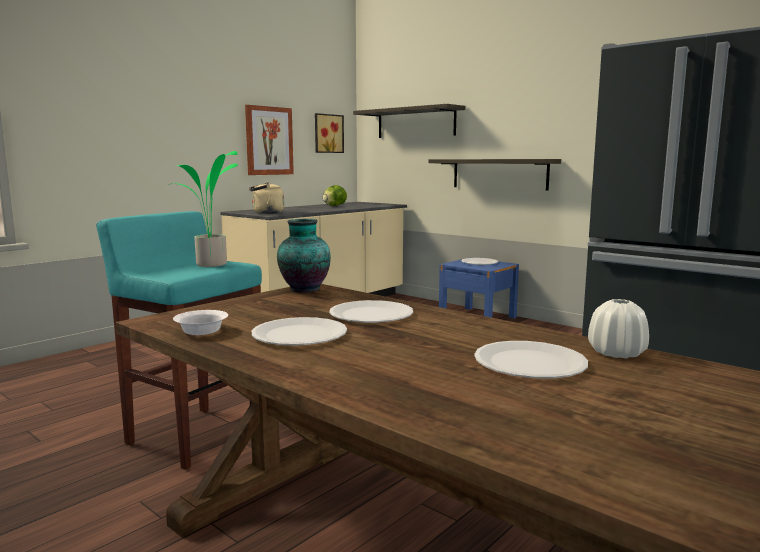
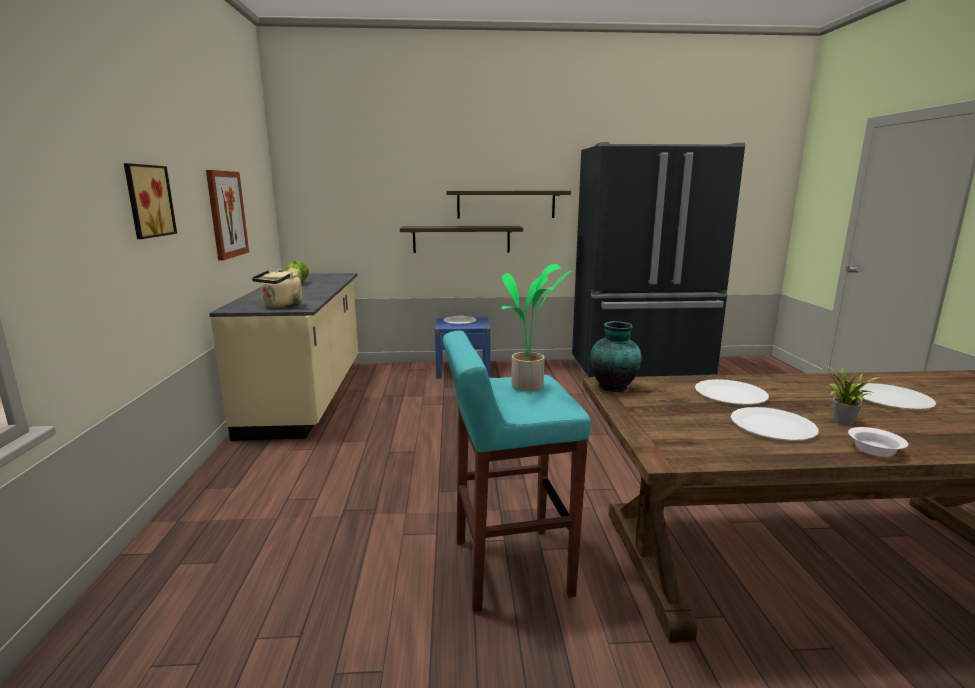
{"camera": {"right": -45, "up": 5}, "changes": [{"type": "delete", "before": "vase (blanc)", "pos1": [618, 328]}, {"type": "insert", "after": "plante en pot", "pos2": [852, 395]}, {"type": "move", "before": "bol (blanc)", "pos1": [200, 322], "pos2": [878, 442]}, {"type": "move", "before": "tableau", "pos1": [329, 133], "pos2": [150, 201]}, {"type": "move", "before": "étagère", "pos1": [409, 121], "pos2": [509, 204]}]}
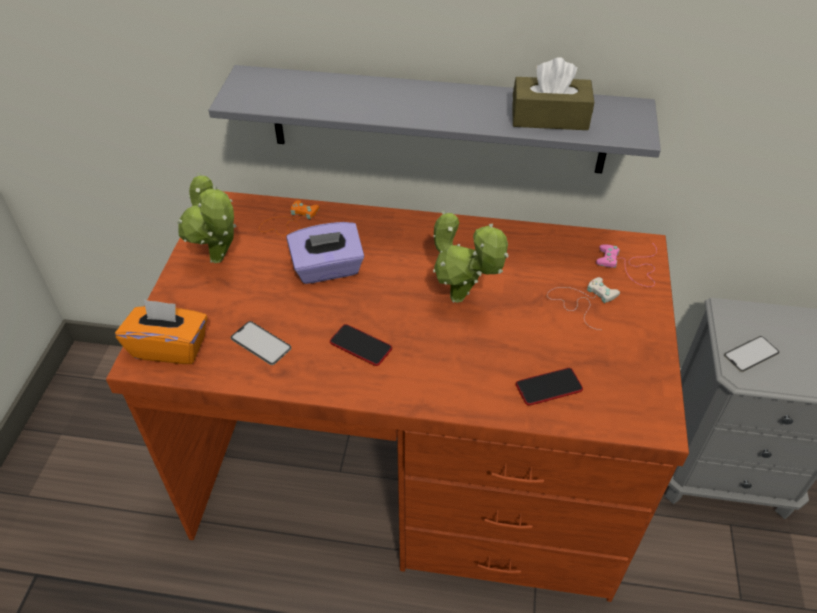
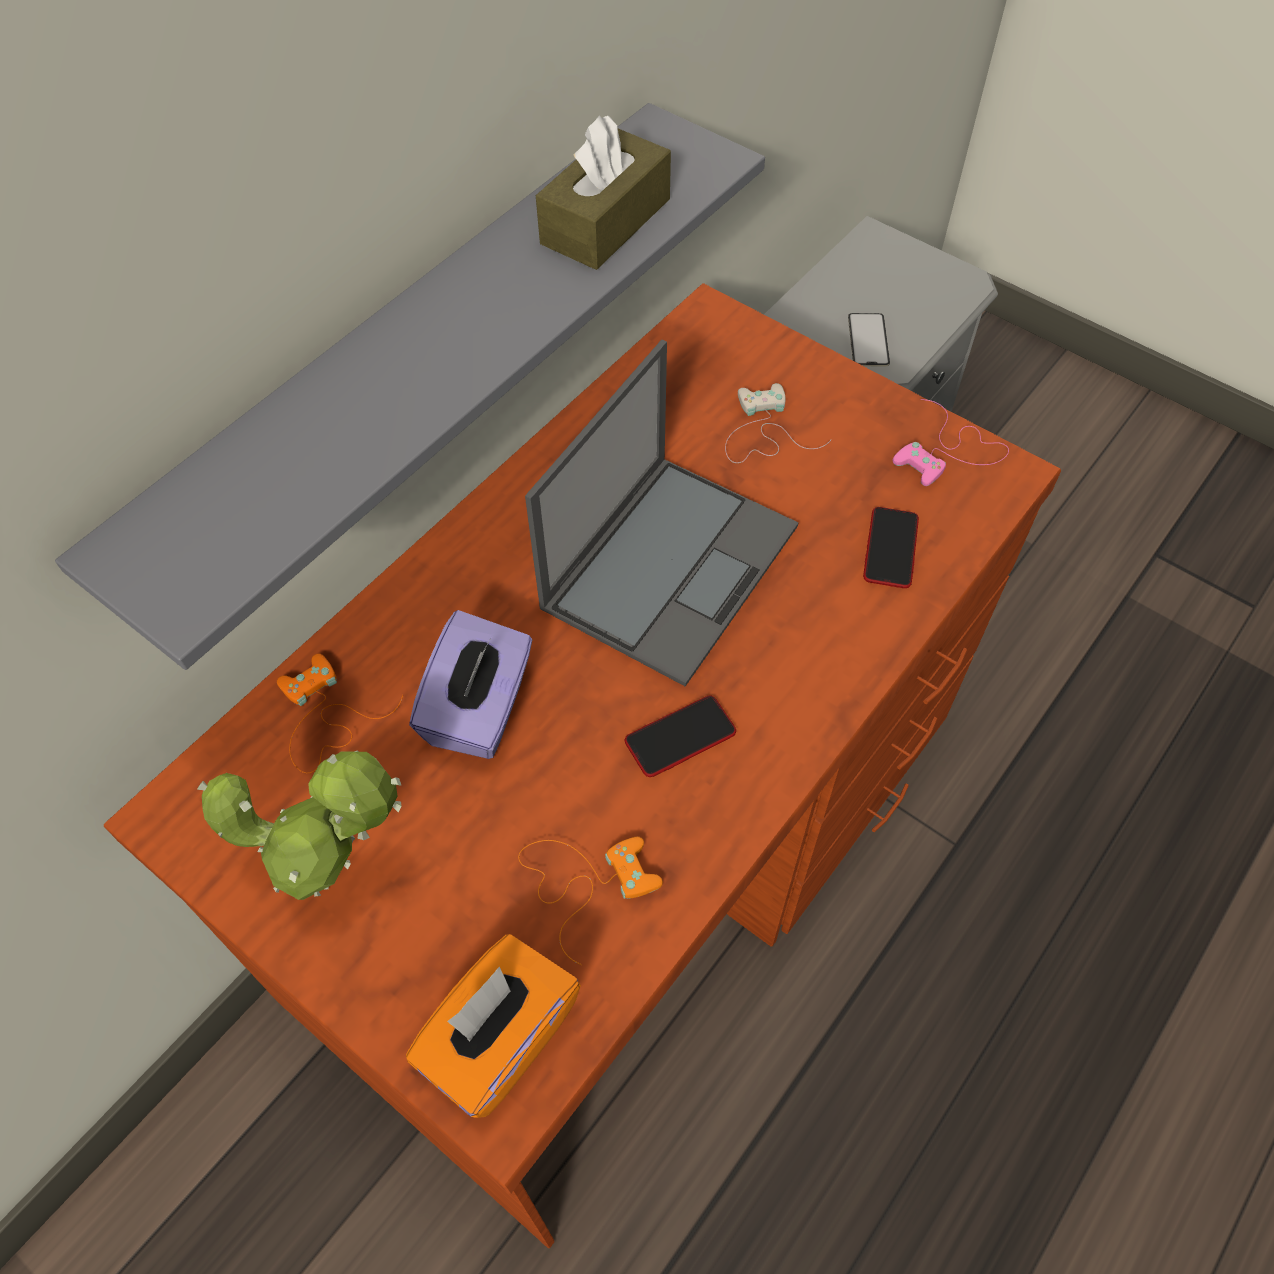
{"camera": {"right": -60, "up": 10}, "changes": [{"type": "move", "before": "manette (rose)", "pos1": [626, 265], "pos2": [951, 442]}, {"type": "replace", "before": "téléphone", "after": "manette (orange)", "pos1": [261, 343], "pos2": [590, 901]}, {"type": "replace", "before": "plante en pot", "after": "ordinateur portable", "pos1": [471, 256], "pos2": [662, 513]}]}
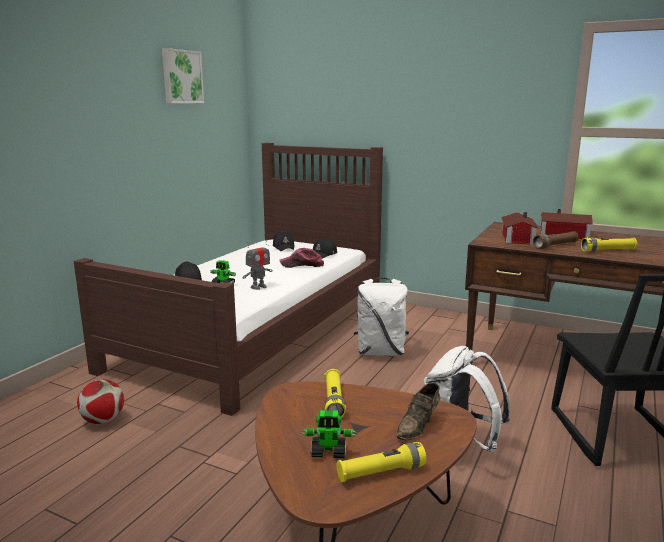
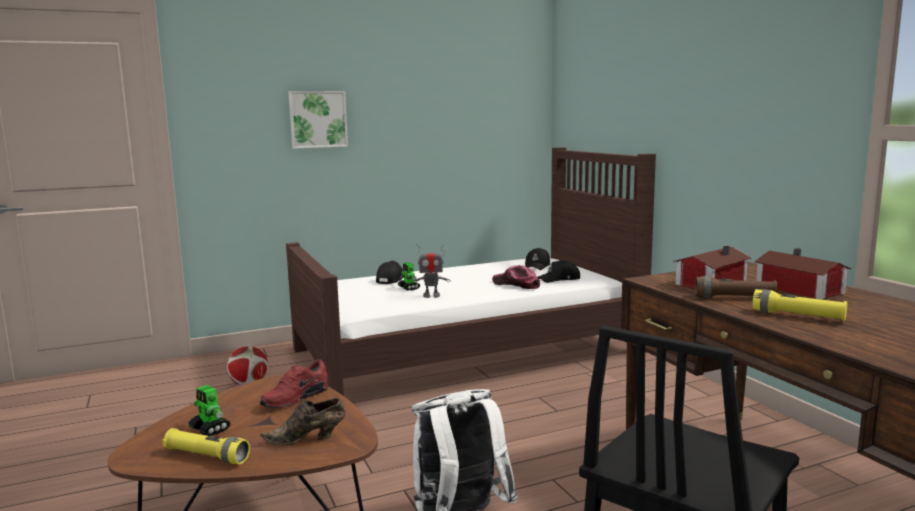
{"camera": {"right": 40, "up": -5}, "changes": [{"type": "delete", "before": "sac à dos (blanc)", "pos1": [381, 316]}, {"type": "move", "before": "tableau", "pos1": [183, 75], "pos2": [318, 120]}, {"type": "replace", "before": "lampe de poche (jaune)", "after": "chaussure (rouge)", "pos1": [335, 393], "pos2": [294, 383]}]}
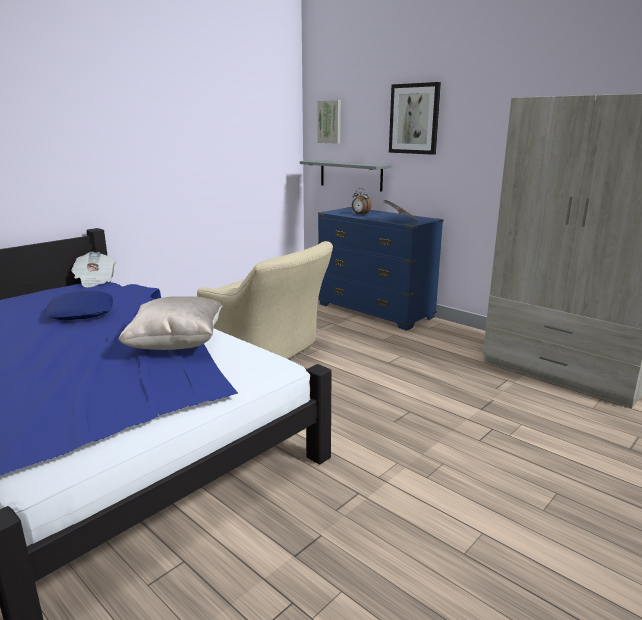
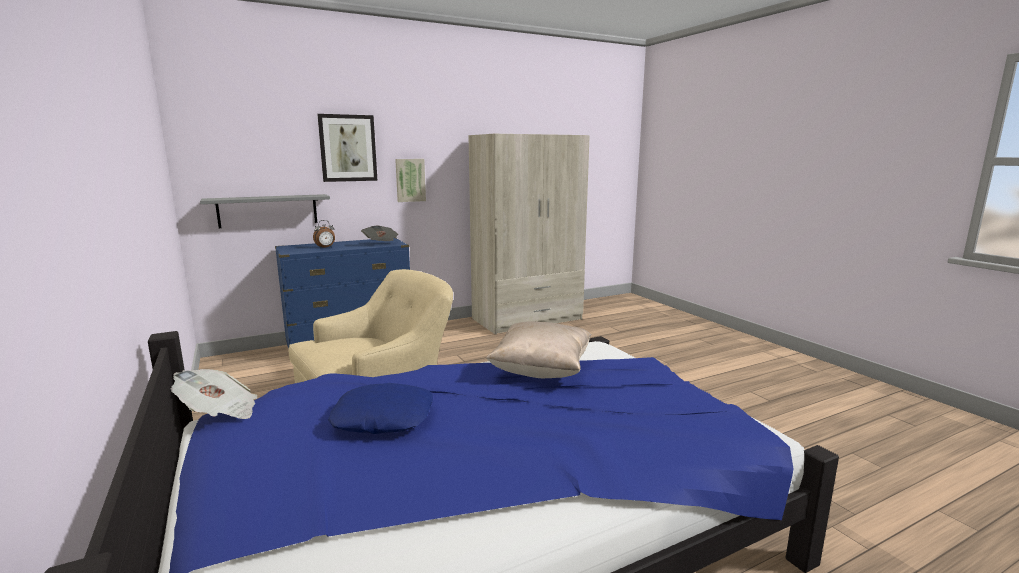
{"camera": {"right": -70, "up": -5}, "changes": [{"type": "move", "before": "tableau", "pos1": [329, 122], "pos2": [410, 180]}]}
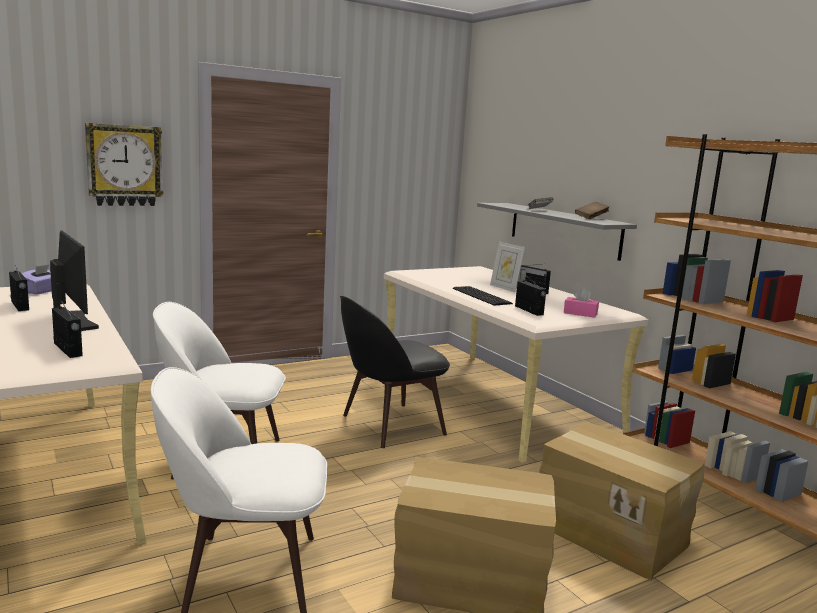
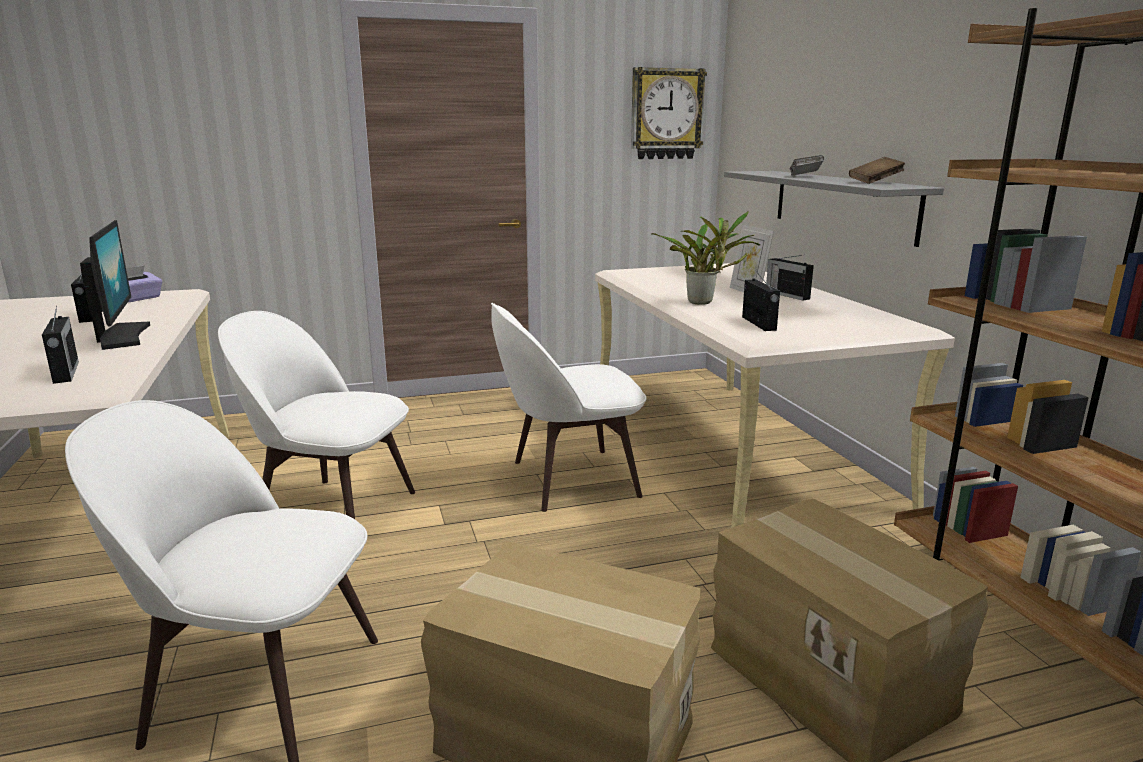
{"camera": {"right": 15, "up": 5}, "changes": [{"type": "delete", "before": "boîte à mouchoirs (rose)", "pos1": [581, 303]}, {"type": "move", "before": "horloge murale", "pos1": [124, 164], "pos2": [669, 113]}, {"type": "replace", "before": "clavier", "after": "plante en pot", "pos1": [483, 296], "pos2": [705, 258]}, {"type": "recolor", "before": "chaise (noir)", "after": "chaise (blanc)", "pos1": [395, 372], "pos2": [569, 407]}]}
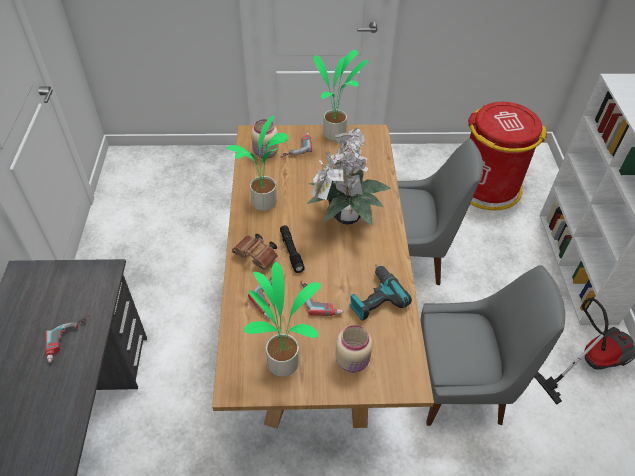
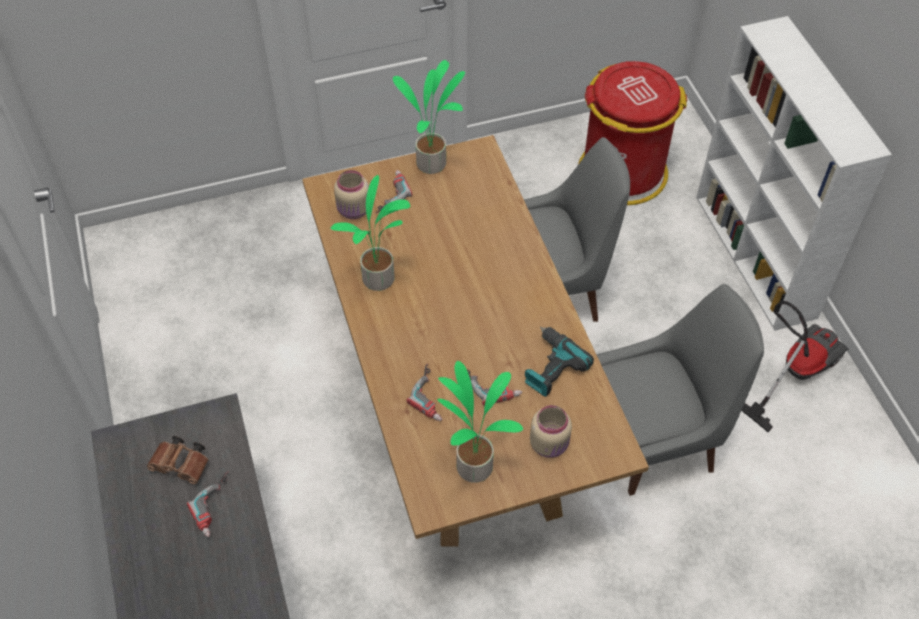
{"camera": {"right": -15, "up": 5}, "changes": [{"type": "delete", "before": "lampe de poche (noir)", "pos1": [292, 249]}, {"type": "delete", "before": "plante en pot", "pos1": [349, 176]}, {"type": "move", "before": "jumelles (marron)", "pos1": [255, 252], "pos2": [178, 460]}]}
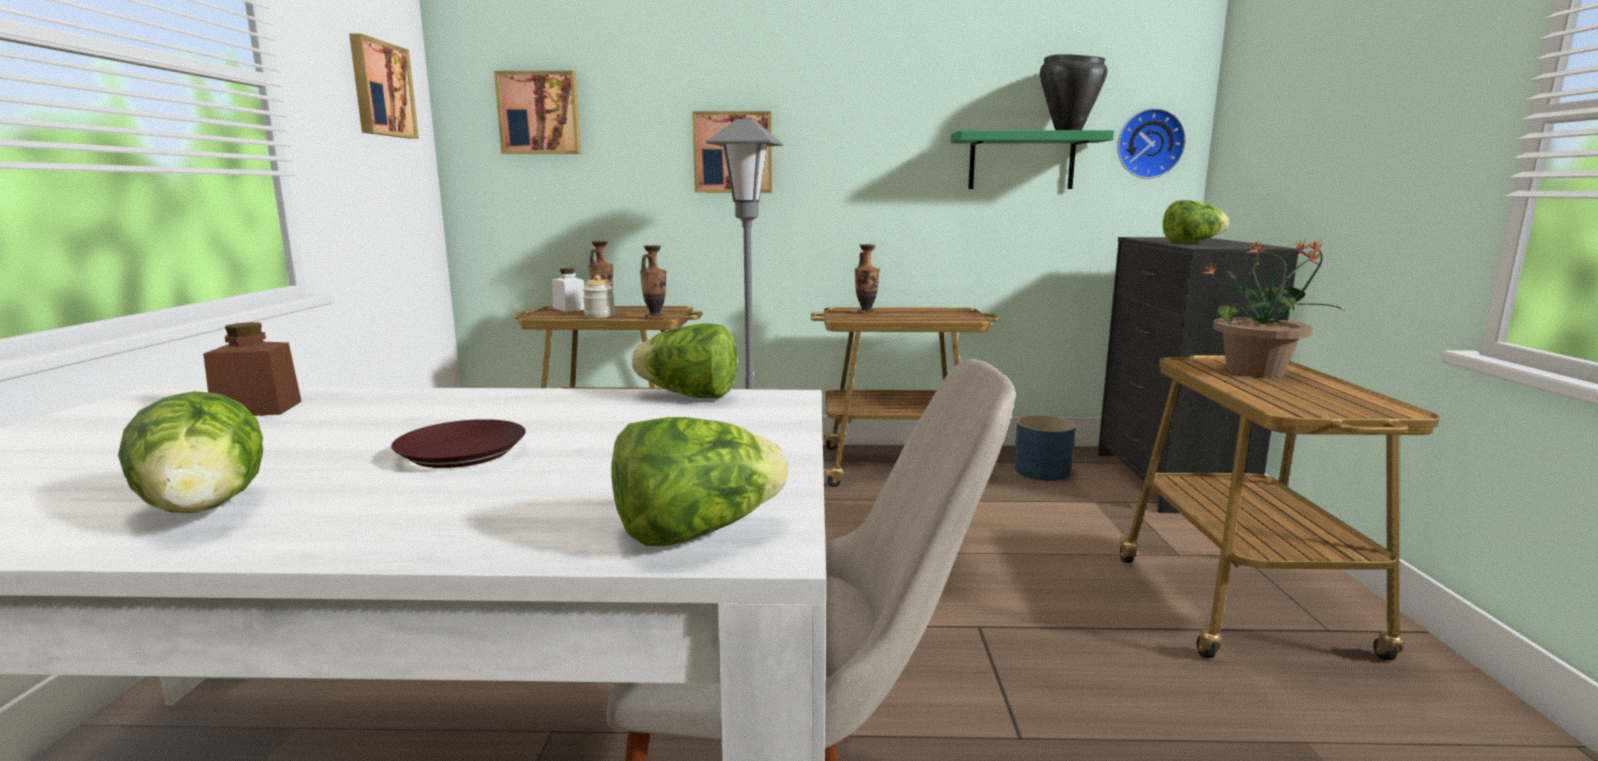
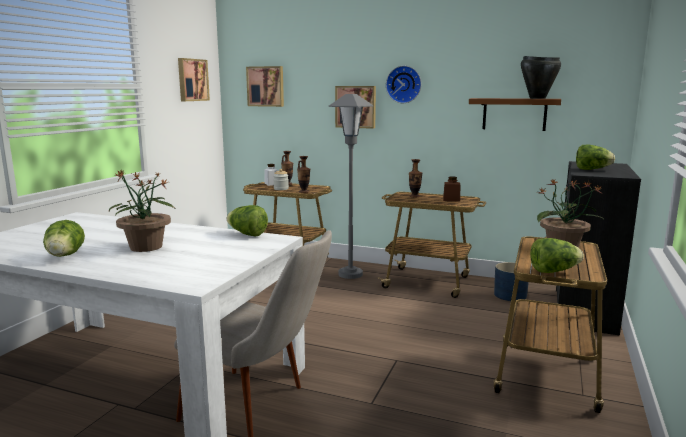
{"camera": {"right": 20, "up": 0}, "changes": [{"type": "move", "before": "bocal (marron)", "pos1": [252, 369], "pos2": [451, 189]}, {"type": "move", "before": "laitue", "pos1": [700, 481], "pos2": [557, 255]}, {"type": "move", "before": "horloge murale", "pos1": [1151, 143], "pos2": [403, 84]}, {"type": "replace", "before": "assiette (marron)", "after": "plante en pot", "pos1": [458, 443], "pos2": [142, 211]}, {"type": "recolor", "before": "étagère (vert)", "after": "étagère (marron)", "pos1": [1032, 159], "pos2": [515, 114]}]}
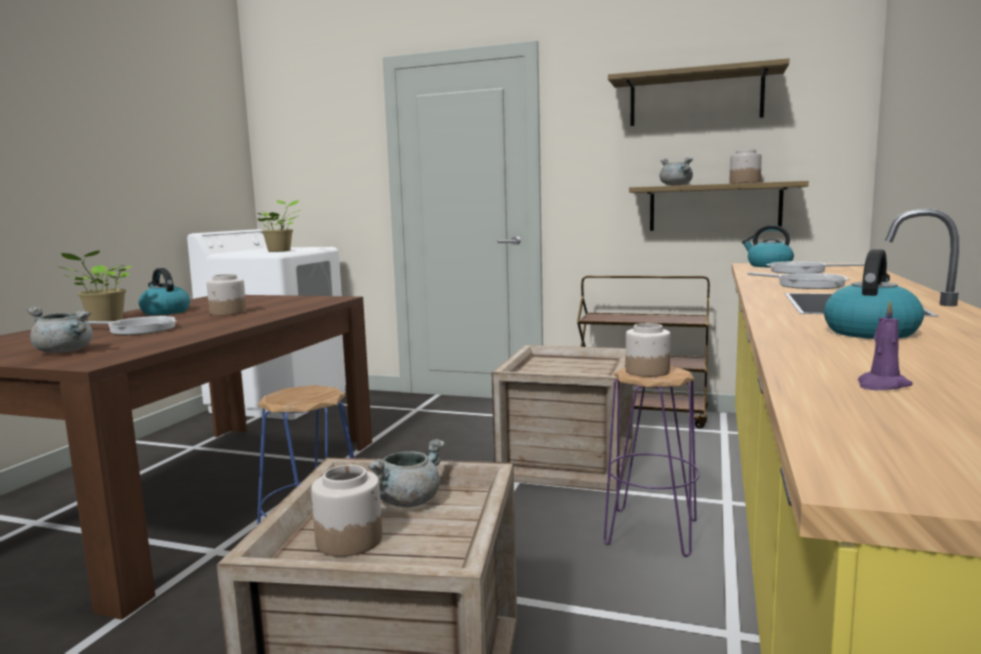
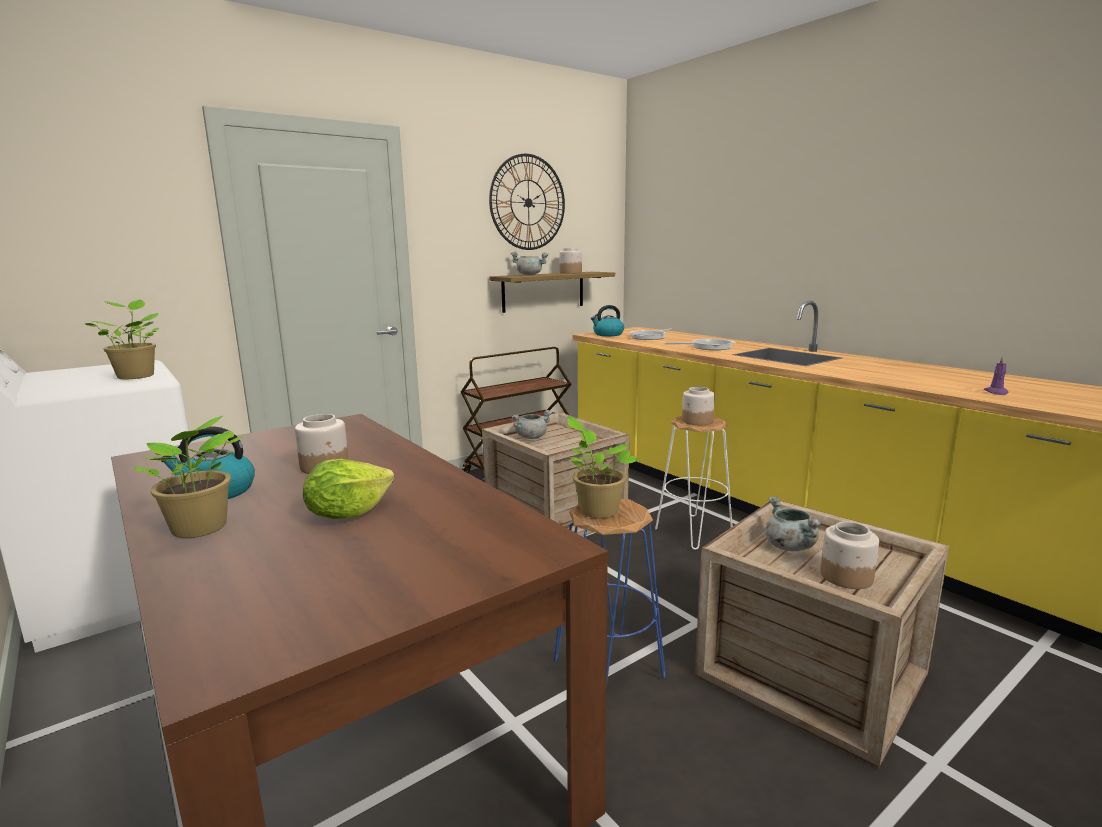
{"camera": {"right": -55, "up": 5}, "changes": [{"type": "delete", "before": "bouilloire", "pos1": [874, 294]}, {"type": "insert", "after": "plante en pot", "pos2": [603, 467]}, {"type": "move", "before": "marmite (gris)", "pos1": [60, 329], "pos2": [532, 424]}, {"type": "replace", "before": "poêle", "after": "laitue", "pos1": [132, 325], "pos2": [348, 489]}, {"type": "replace", "before": "étagère", "after": "horloge murale", "pos1": [698, 92], "pos2": [527, 202]}, {"type": "recolor", "before": "tabouret (violet)", "after": "tabouret (blanc)", "pos1": [652, 461], "pos2": [694, 483]}]}
